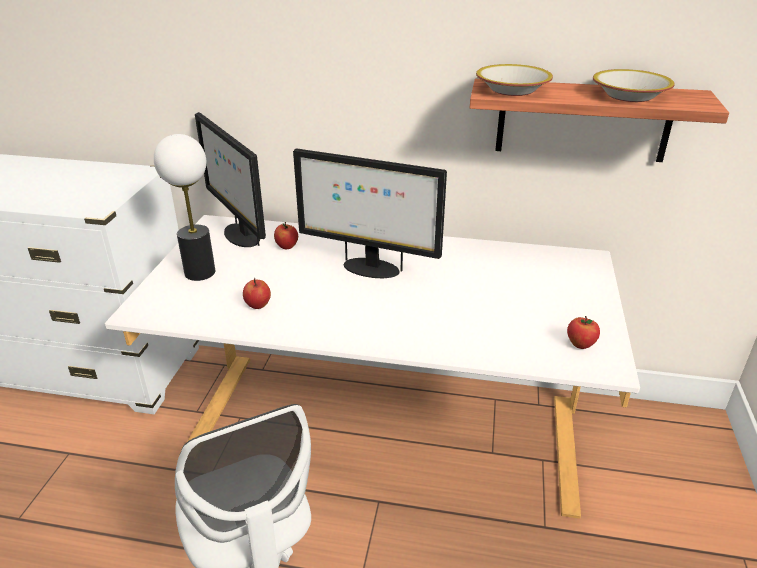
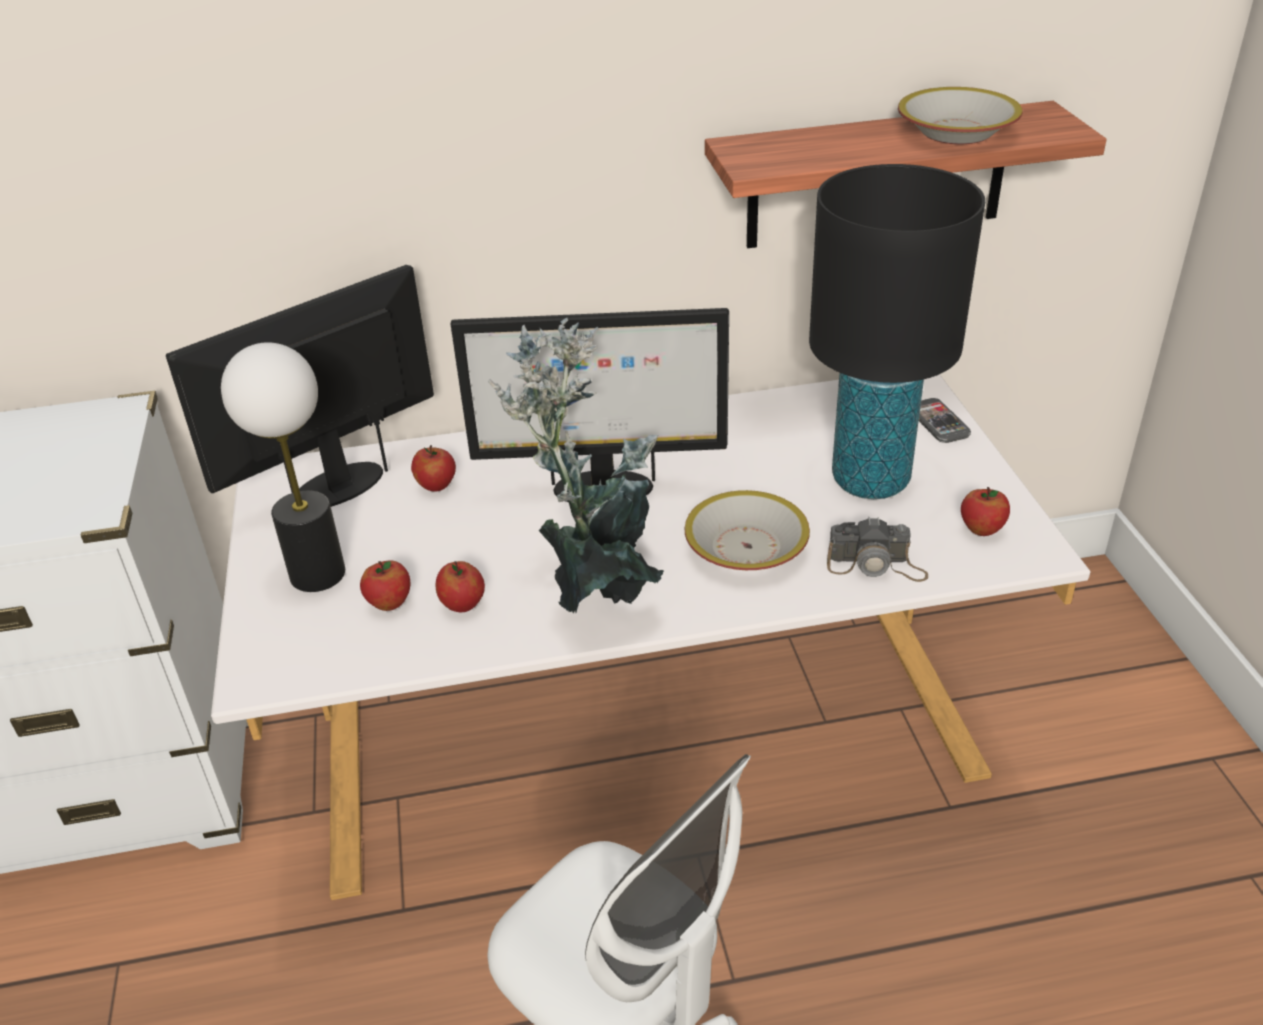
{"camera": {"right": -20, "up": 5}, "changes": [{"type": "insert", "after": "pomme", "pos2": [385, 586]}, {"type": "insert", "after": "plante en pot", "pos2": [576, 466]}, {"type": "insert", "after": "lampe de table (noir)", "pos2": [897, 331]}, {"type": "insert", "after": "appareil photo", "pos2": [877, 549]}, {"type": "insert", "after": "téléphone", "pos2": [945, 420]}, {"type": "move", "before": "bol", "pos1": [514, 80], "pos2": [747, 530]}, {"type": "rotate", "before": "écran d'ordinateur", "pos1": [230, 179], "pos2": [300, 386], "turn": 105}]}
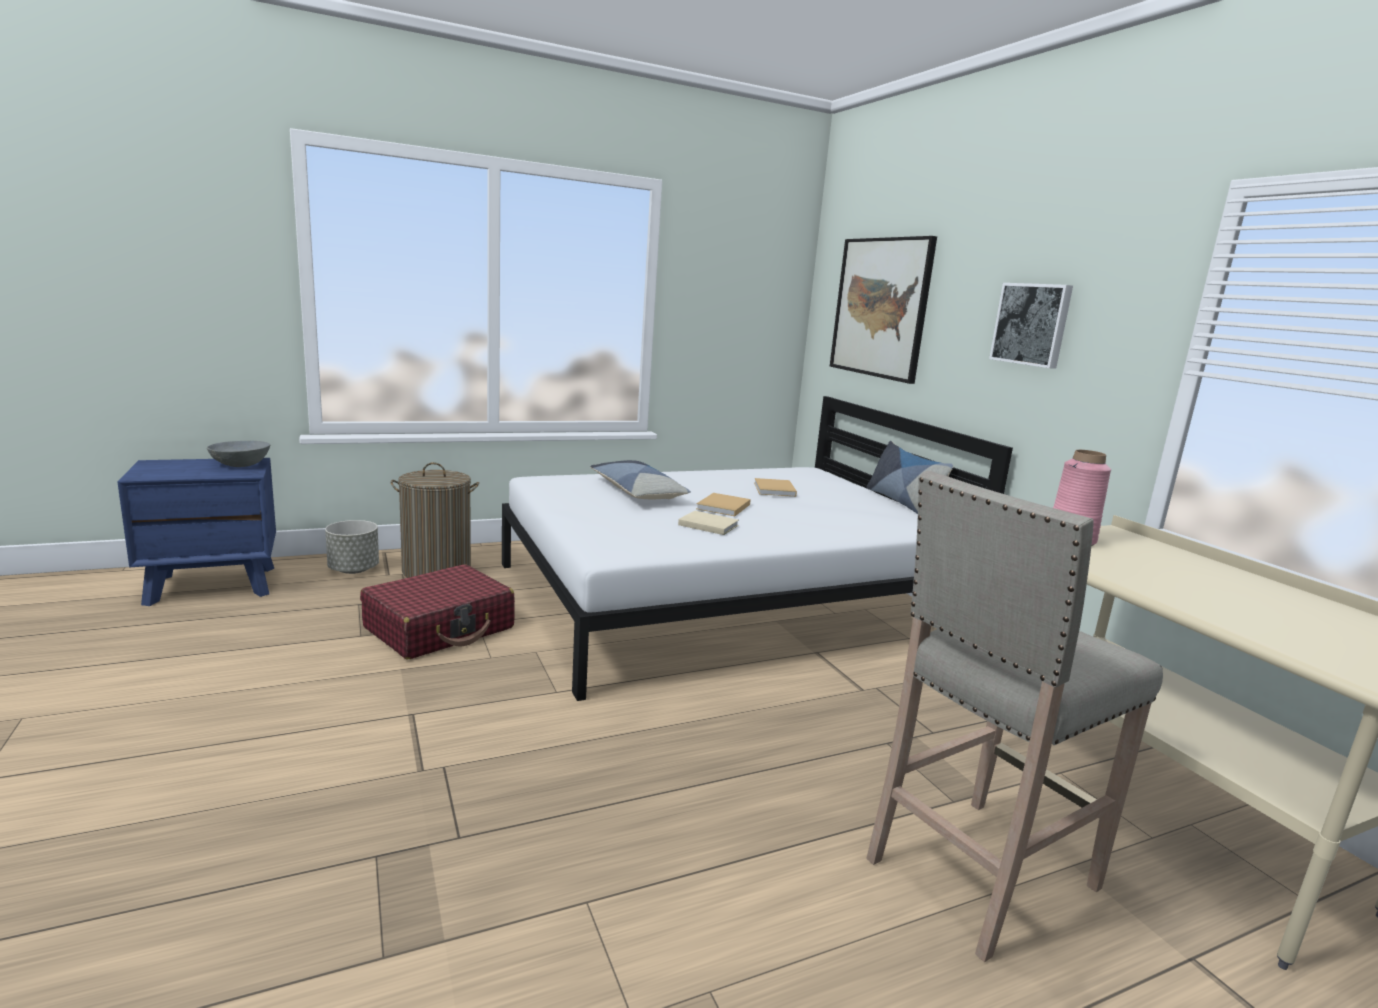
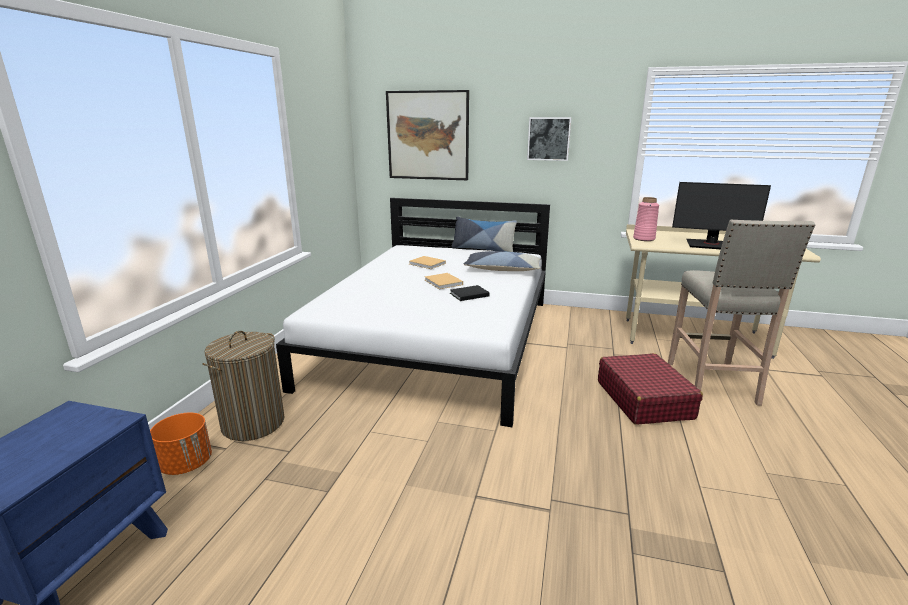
{"camera": {"right": -50, "up": 5}, "changes": [{"type": "delete", "before": "bol (gris)", "pos1": [238, 454]}, {"type": "insert", "after": "écran d'ordinateur", "pos2": [721, 215]}, {"type": "move", "before": "valise (rouge)", "pos1": [437, 611], "pos2": [650, 389]}, {"type": "move", "before": "coussin", "pos1": [640, 479], "pos2": [502, 261]}, {"type": "recolor", "before": "cache-pot (gris)", "after": "cache-pot (orange)", "pos1": [352, 547], "pos2": [181, 444]}, {"type": "recolor", "before": "livre (beige)", "after": "livre (noir)", "pos1": [708, 523], "pos2": [470, 293]}]}
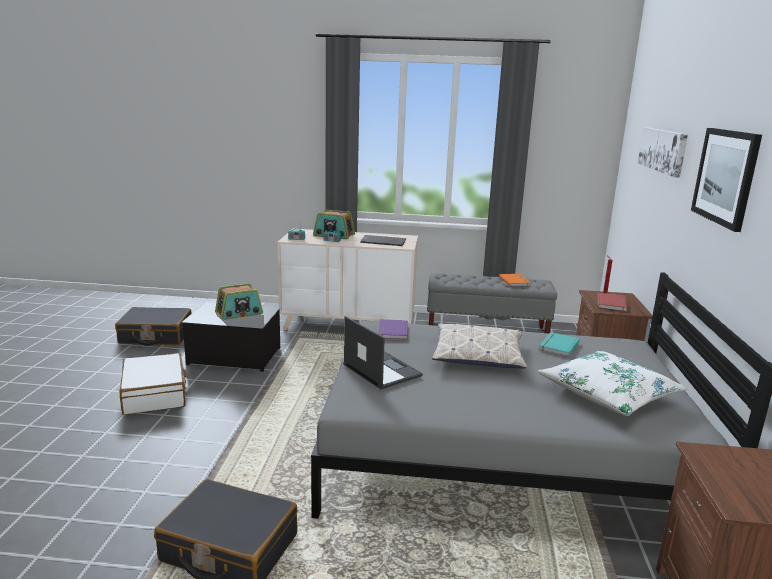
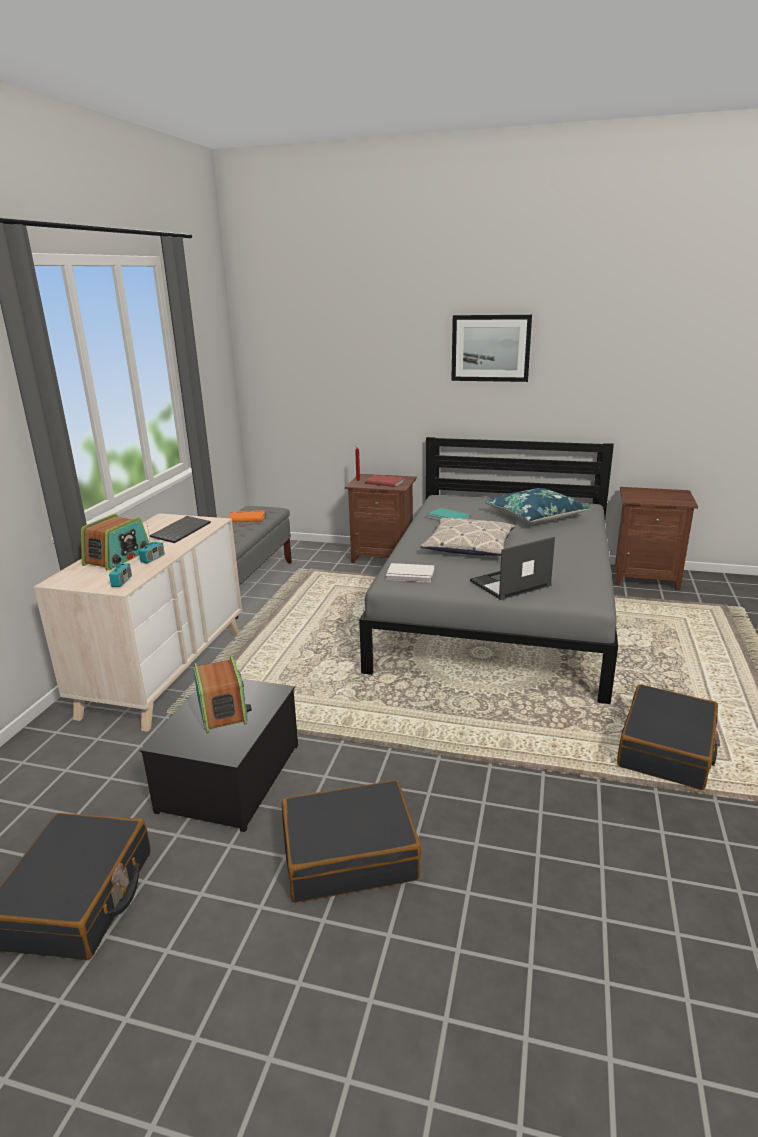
{"camera": {"right": -80, "up": 5}, "changes": [{"type": "delete", "before": "tableau", "pos1": [663, 152]}, {"type": "recolor", "before": "valise (blanc)", "after": "valise (noir)", "pos1": [153, 384], "pos2": [351, 841]}, {"type": "recolor", "before": "livre (violet)", "after": "livre (blanc)", "pos1": [393, 329], "pos2": [410, 572]}, {"type": "recolor", "before": "coussin (blanc)", "after": "coussin (bleu)", "pos1": [612, 383], "pos2": [538, 506]}]}
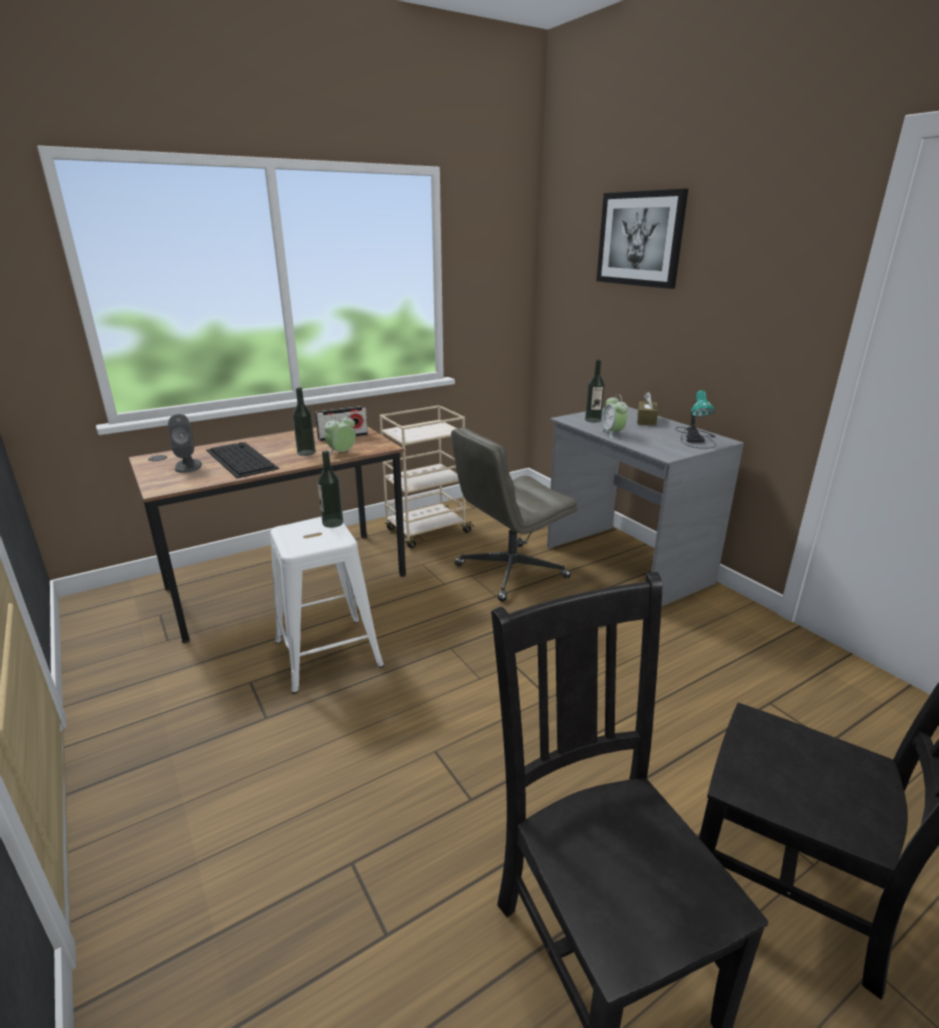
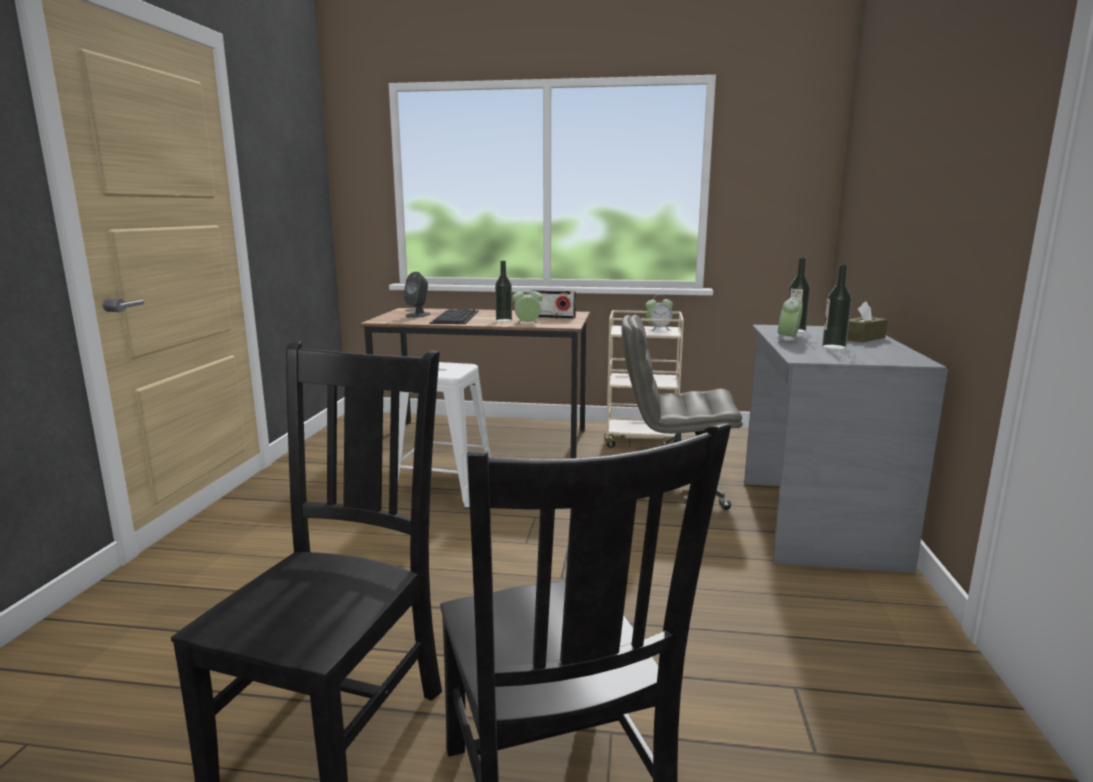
{"camera": {"right": 40, "up": -10}, "changes": [{"type": "delete", "before": "tableau", "pos1": [642, 239]}, {"type": "delete", "before": "lampe de table", "pos1": [695, 419]}, {"type": "insert", "after": "réveil", "pos2": [659, 314]}, {"type": "move", "before": "bouteille", "pos1": [330, 489], "pos2": [837, 306]}]}
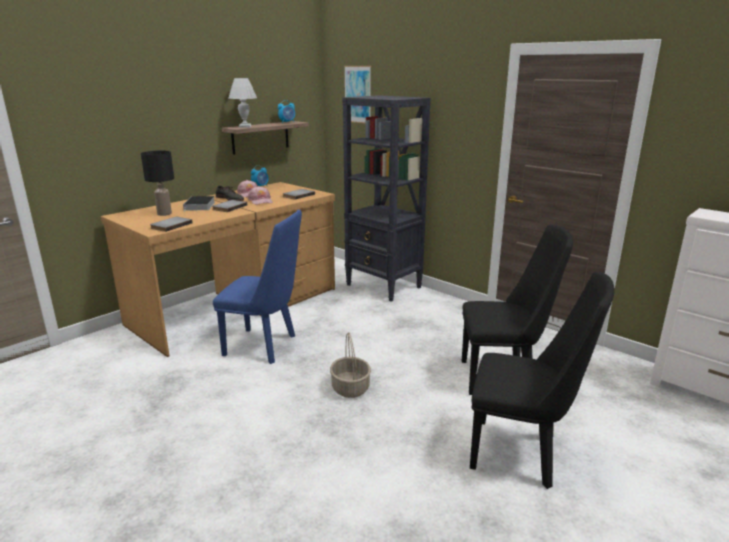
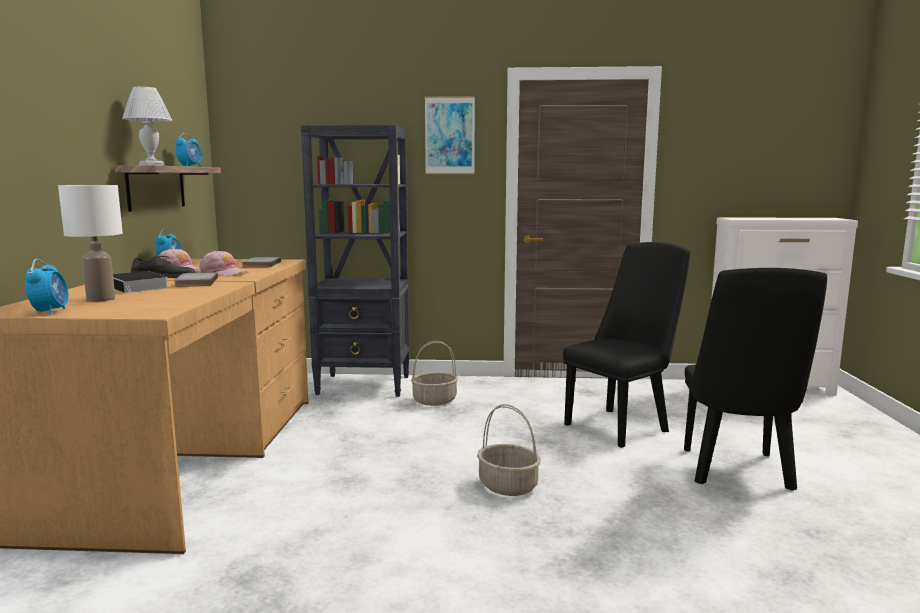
{"camera": {"right": -40, "up": -10}, "changes": [{"type": "delete", "before": "livre (gris)", "pos1": [171, 224]}, {"type": "delete", "before": "chaise (bleu)", "pos1": [257, 287]}, {"type": "insert", "after": "réveil", "pos2": [46, 287]}, {"type": "insert", "after": "panier", "pos2": [434, 373]}, {"type": "move", "before": "tableau", "pos1": [357, 95], "pos2": [450, 135]}, {"type": "recolor", "before": "lampe de table (noir)", "after": "lampe de table (blanc)", "pos1": [157, 183], "pos2": [90, 243]}, {"type": "rotate", "before": "chaise (noir)", "pos1": [542, 380], "pos2": [755, 379], "turn": 120}]}
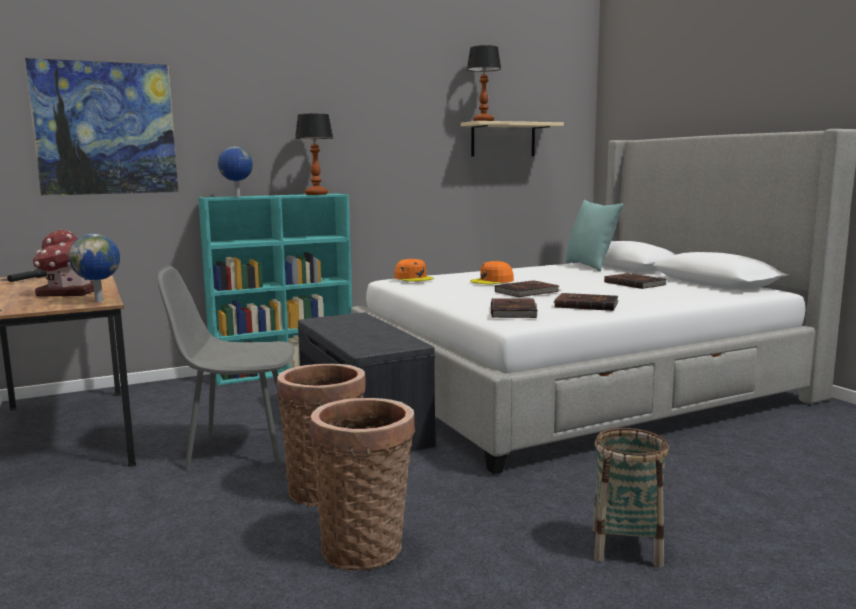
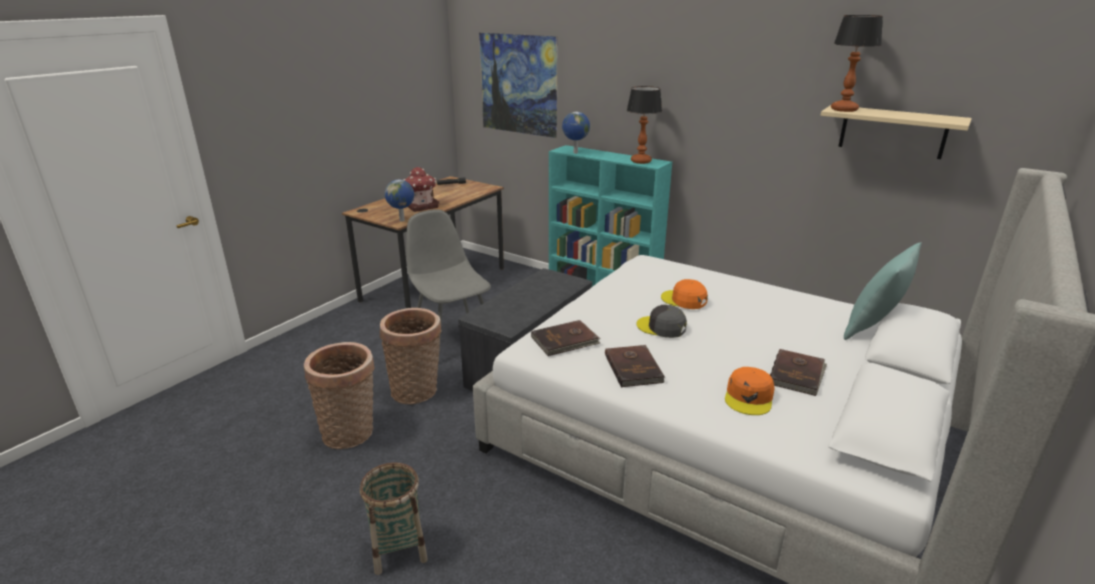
{"camera": {"right": 60, "up": 15}, "changes": [{"type": "move", "before": "casquette (orange)", "pos1": [414, 270], "pos2": [749, 391]}, {"type": "replace", "before": "livre (marron)", "after": "casquette (gris)", "pos1": [528, 288], "pos2": [661, 321]}]}
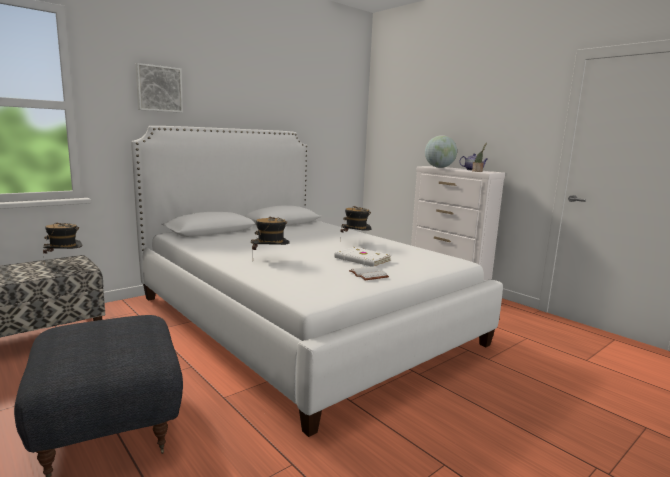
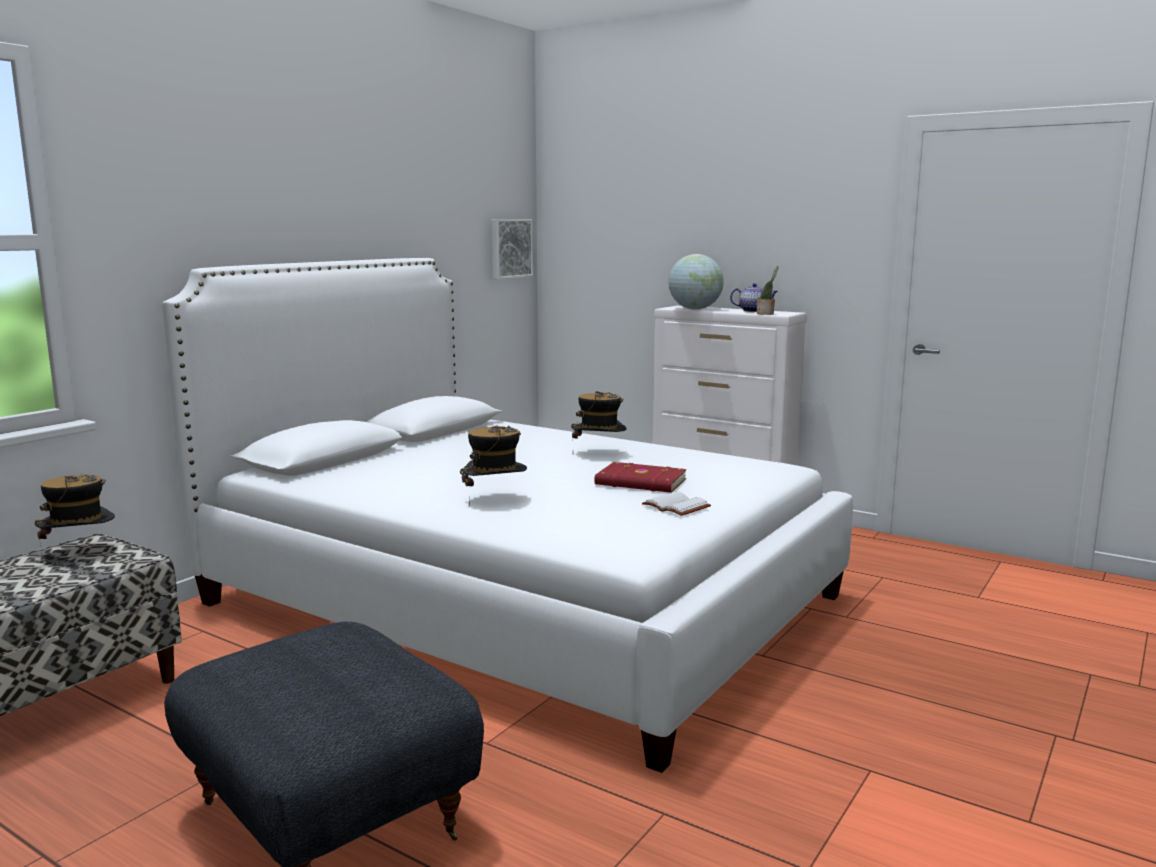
{"camera": {"right": -15, "up": 0}, "changes": [{"type": "move", "before": "tableau", "pos1": [159, 88], "pos2": [512, 249]}, {"type": "recolor", "before": "livre (blanc)", "after": "livre (rouge)", "pos1": [362, 257], "pos2": [640, 477]}]}
